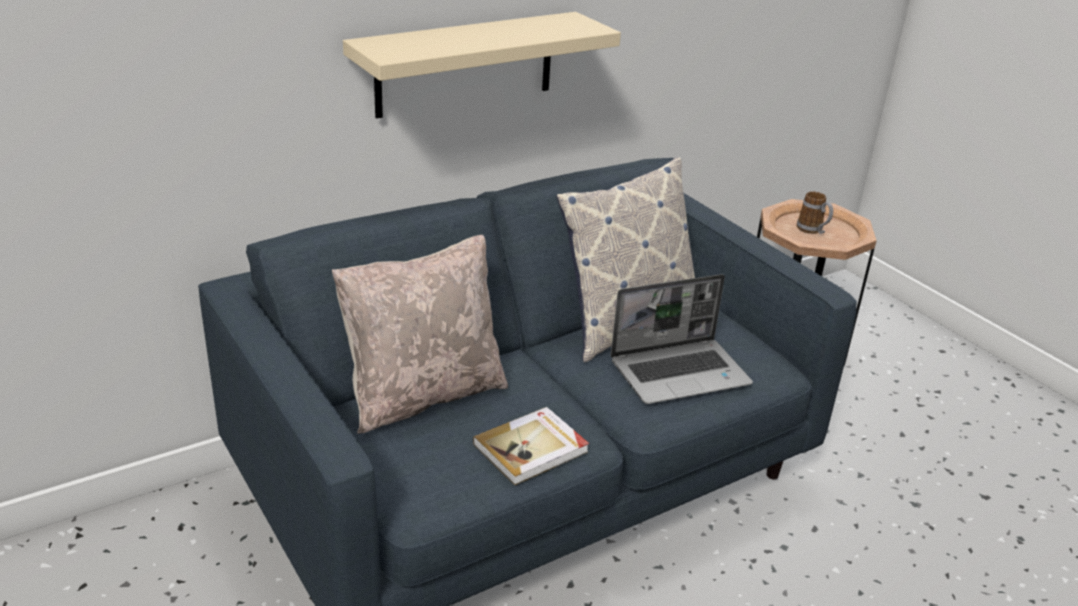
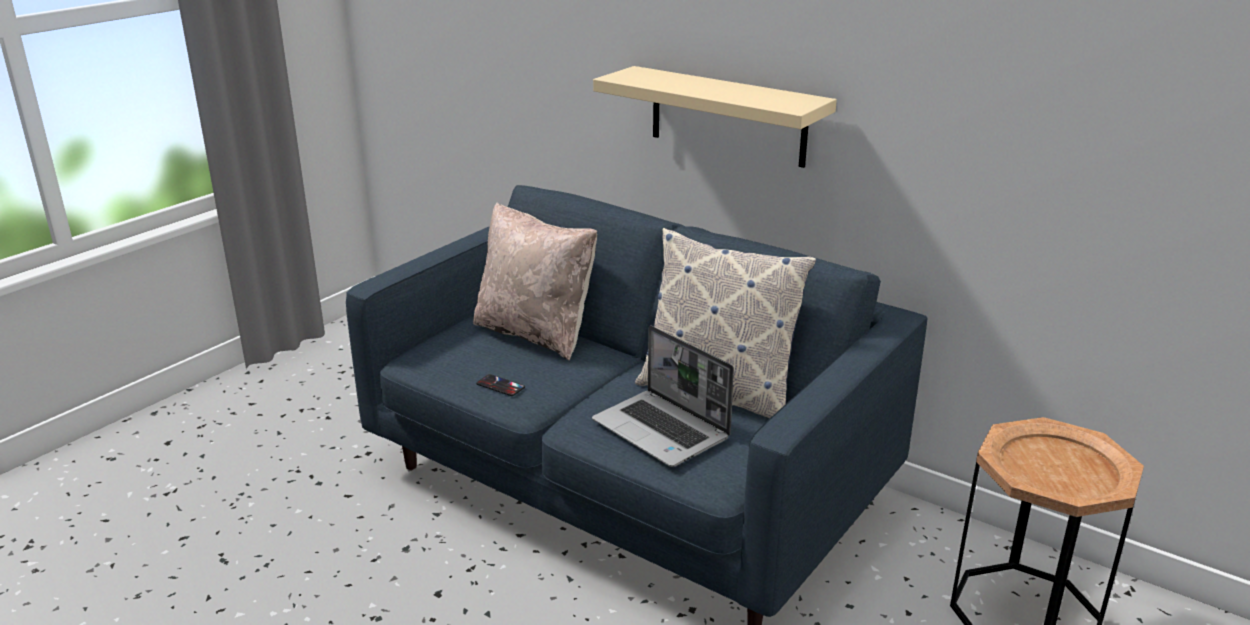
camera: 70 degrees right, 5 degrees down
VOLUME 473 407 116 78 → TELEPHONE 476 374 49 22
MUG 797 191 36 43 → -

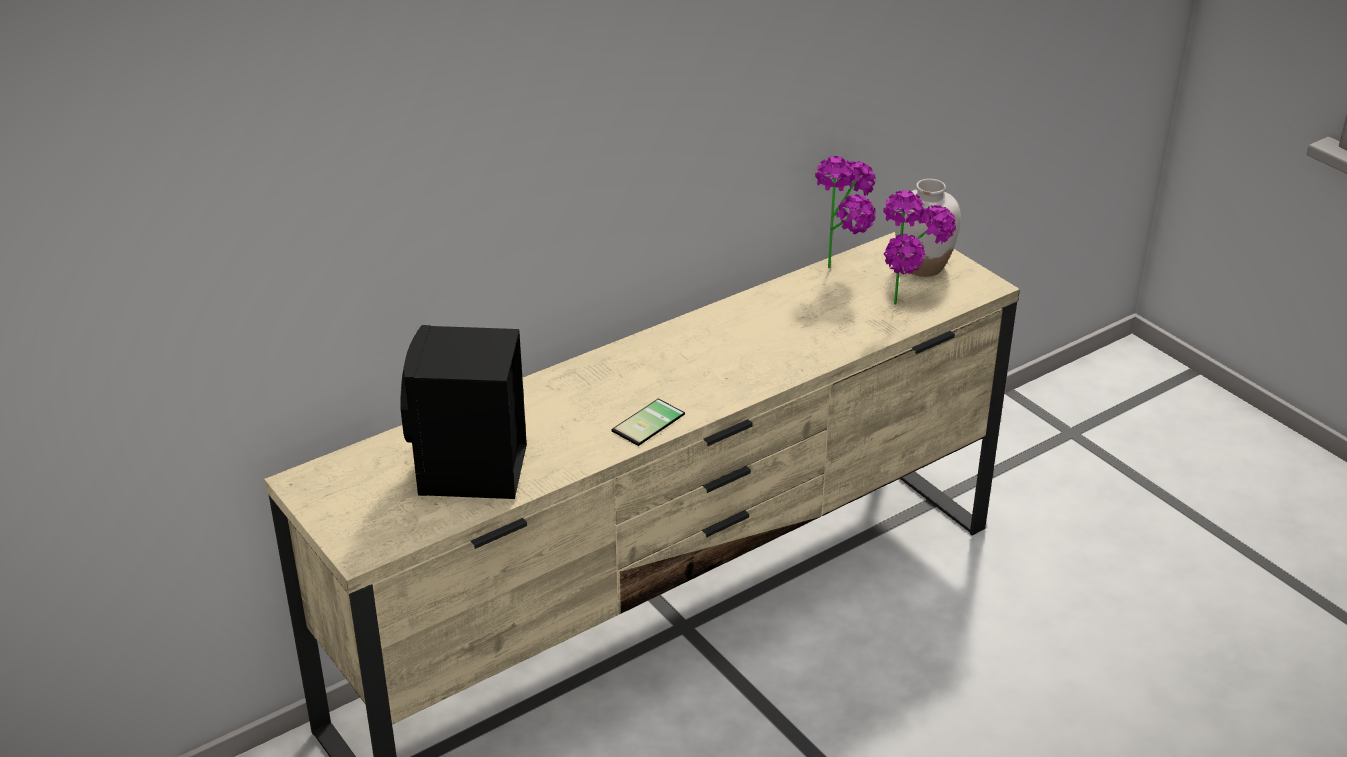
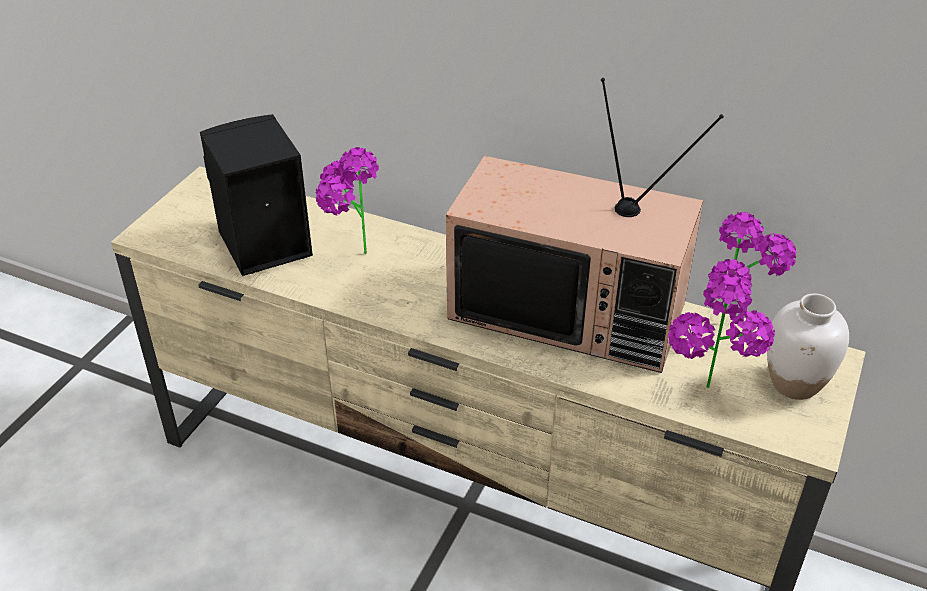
camera: 60 degrees right, 5 degrees up
TELEPHONE 611 398 74 48 → -
- → HOUSEPLANT 315 147 64 107
- → TV SET 446 78 278 295

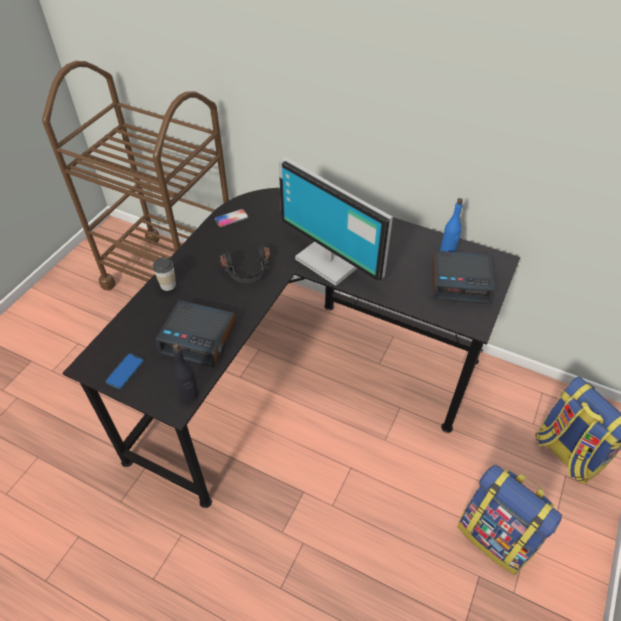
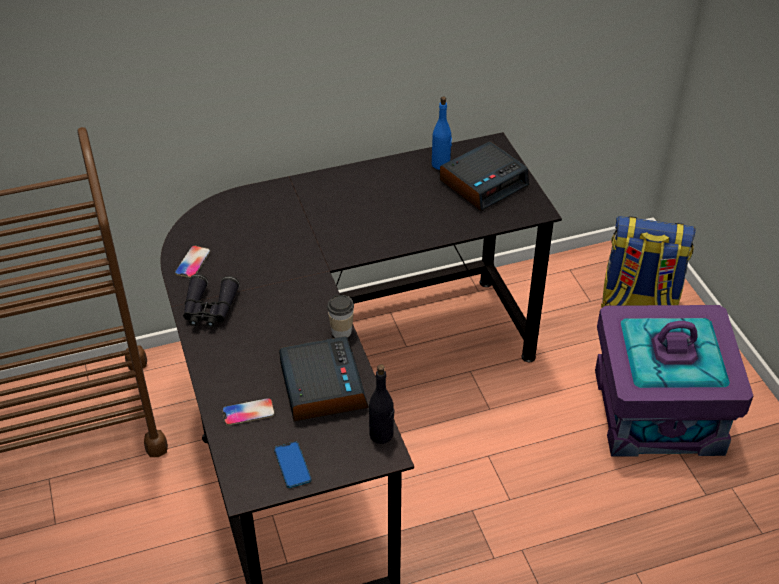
camera: 45 degrees left, 5 degrees down
CUP 153 257 23 34 → CUP 327 295 27 43, move
ALARM CLOCK 156 300 80 68 → ALARM CLOCK 279 336 90 86, 75 degrees counterclockwise
BLACK-COLOURED HEADPHONES 219 244 52 39 → -
MONITOR 278 157 115 129 → -
RUCKSACK 457 465 105 110 → PURPLE-COLOURED STORAGE BIN 595 305 158 152
- → BLACK-COLOURED PAIR OF BINOCULARS 183 274 57 53
- → TELEPHONE 222 398 53 27

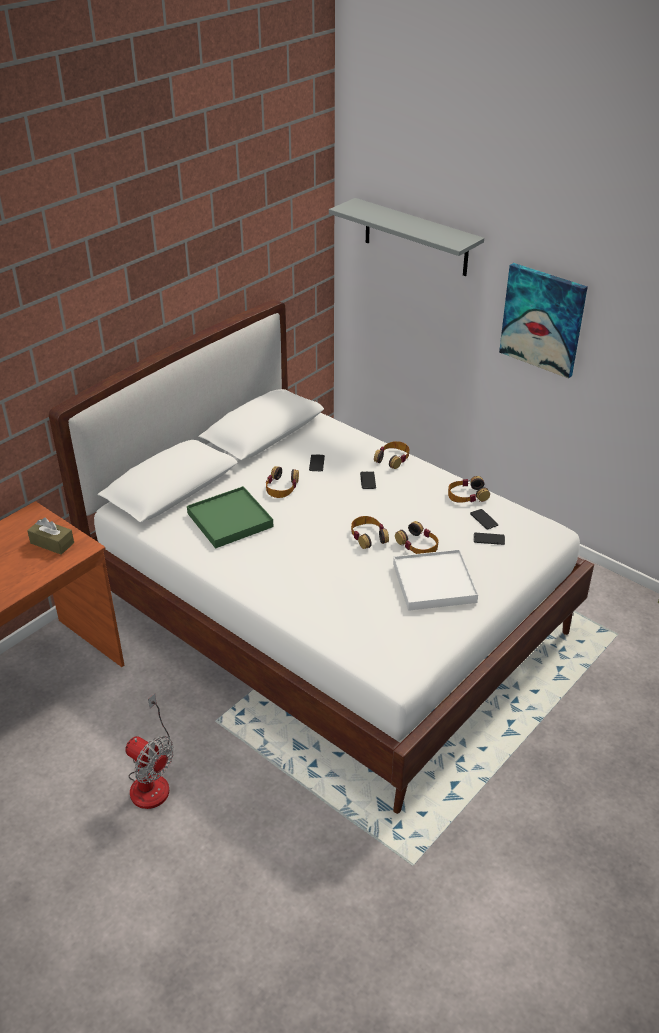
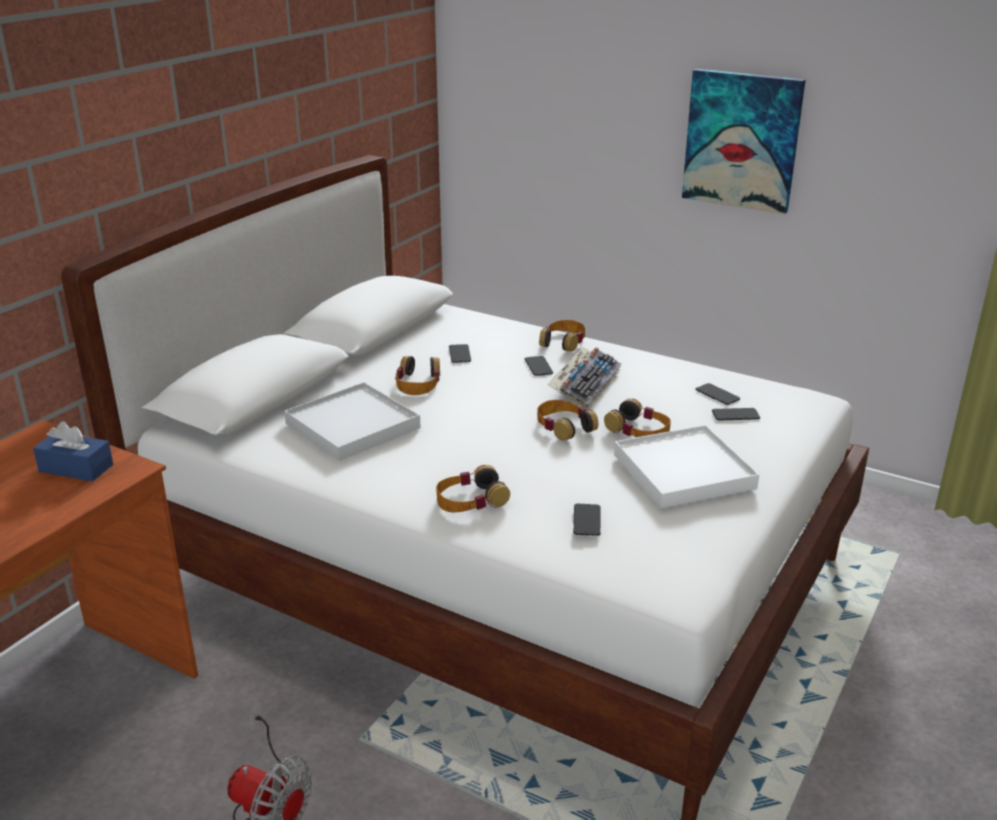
camera: 10 degrees left, 10 degrees down
BROWNISH BOX OF TISSUES 27 518 47 37 → BLUE-COLOURED BOX OF TISSUES 33 421 80 60
GREENISH TRAY 187 486 87 62 → WHITE TRAY 284 382 137 79
GRAY WALL SHELF 329 198 155 78 → -
HEADPHONES 448 476 42 27 → HEADPHONES 436 465 74 47, move
- → PC KEYBOARD 547 347 74 63
- → TELEPHONE 573 504 28 32

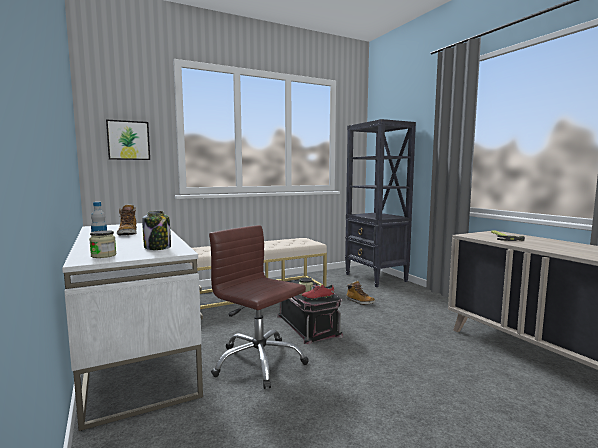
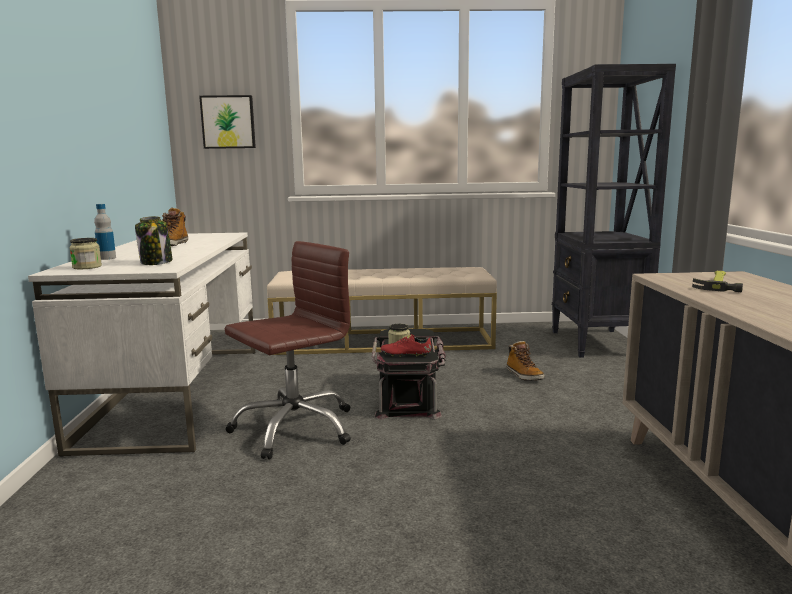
camera: 25 degrees right, 5 degrees up
BROWNISH COMPUTER CHAIR 209 225 100 164 → BROWNISH COMPUTER CHAIR 225 241 126 219, 75 degrees clockwise

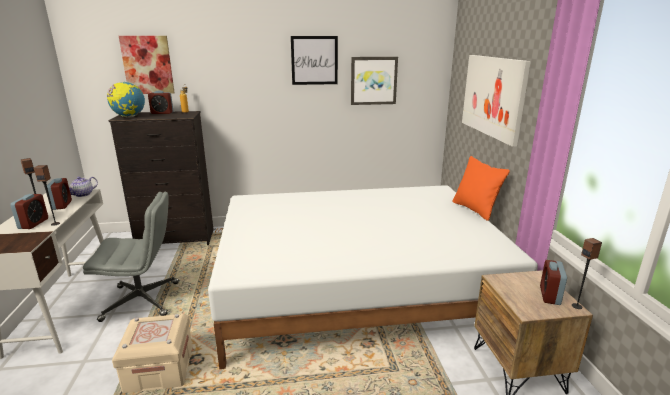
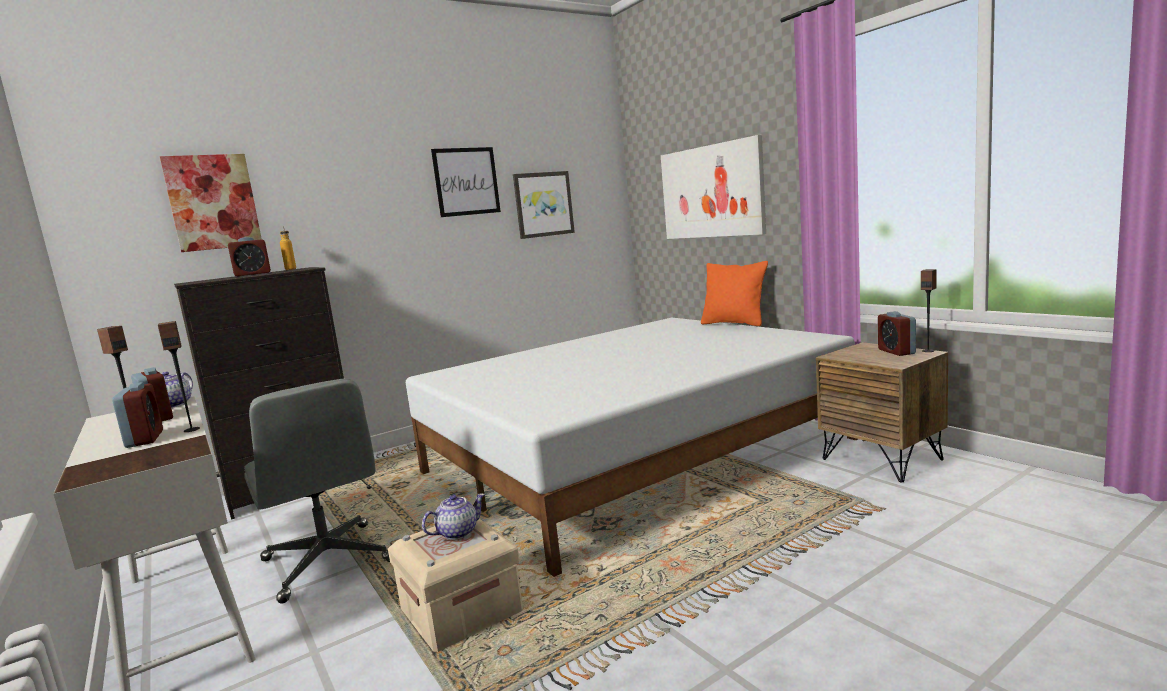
camera: 25 degrees left, 10 degrees down
GRAY COMPUTER CHAIR 83 192 96 130 → GRAY COMPUTER CHAIR 244 378 146 226, 90 degrees clockwise
GLOBE 107 82 38 36 → -
- → POT FOR TEA 422 493 63 47

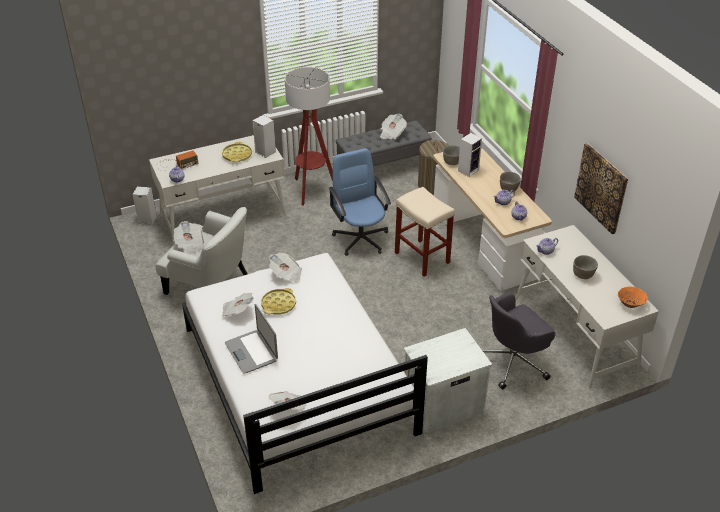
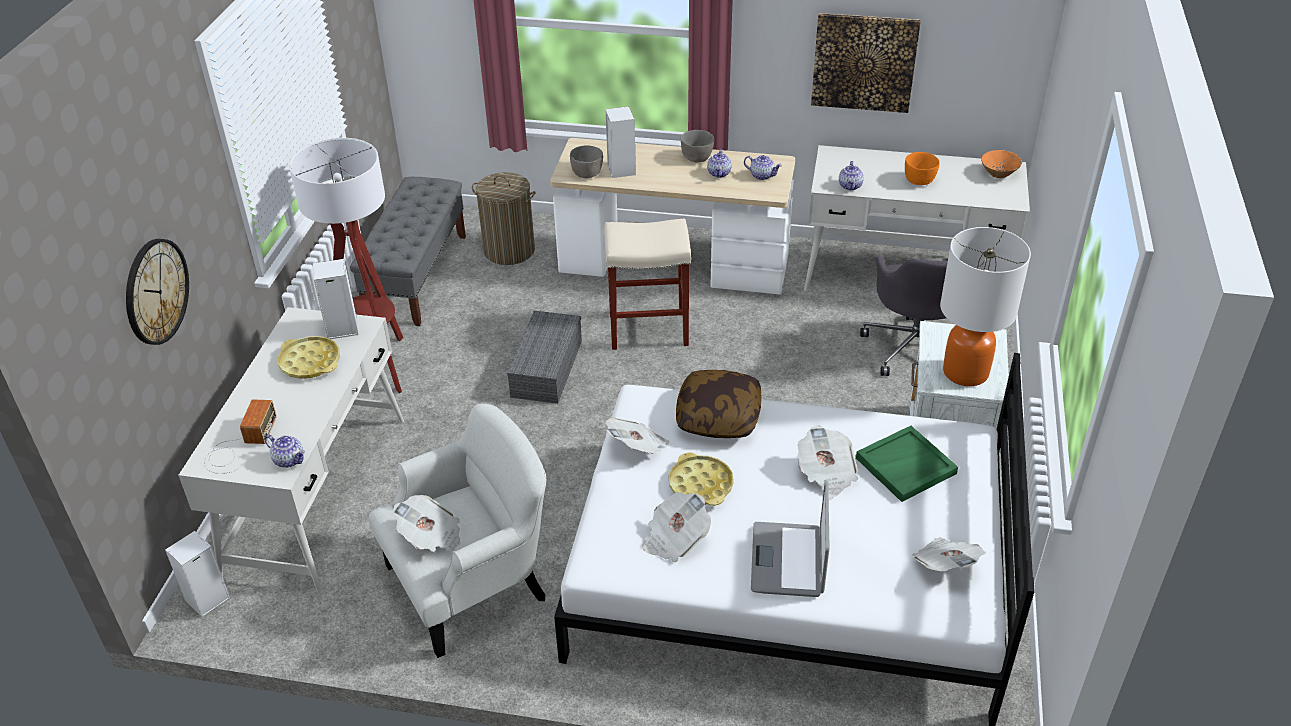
camera: 55 degrees left, 0 degrees up
LAPTOP 225 304 53 70 → LAPTOP 751 480 79 117, 90 degrees clockwise
BLUE-COLOURED COMPUTER CHAIR 329 148 62 108 → GRAY STORAGE BIN 507 311 75 93
PRINTED PAPER 380 114 27 26 → PRINTED PAPER 797 426 61 72, move
GRAY BOWL 573 255 25 24 → ORANGE-COLOURED BOWL 905 152 35 33
- → CLOCK ON THE WALL 126 239 63 106
- → CUSHION 676 370 86 68
- → GREENISH TRAY 856 426 102 76
- → LAMP FOR A TABLE 940 227 91 159

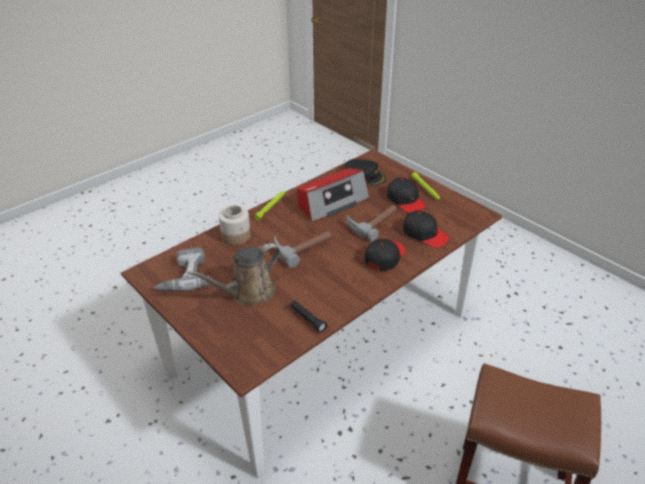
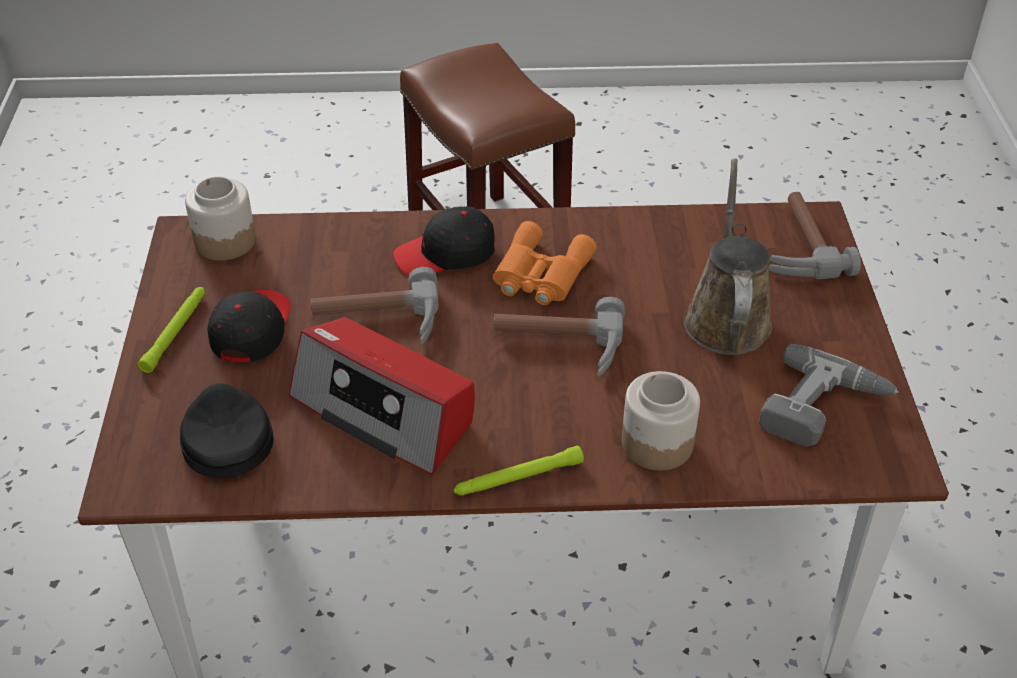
camera: 140 degrees left, 5 degrees up
BROWNISH WATERING POT 188 243 92 62 → BROWNISH WATERING POT 683 159 89 196, 90 degrees counterclockwise
BLACK-COLOURED HAND TORCH 290 301 37 32 → -
RADIO 297 168 73 54 → RADIO 289 317 186 158, 150 degrees counterclockwise
BLACK-COLOURED PEAKED CAP 403 210 47 38 → -
- → PRESERVE JAR 185 176 71 85
- → ORANGE-COLOURED PAIR OF BINOCULARS 493 221 103 84
- → TOOL HAMMER 769 192 92 87

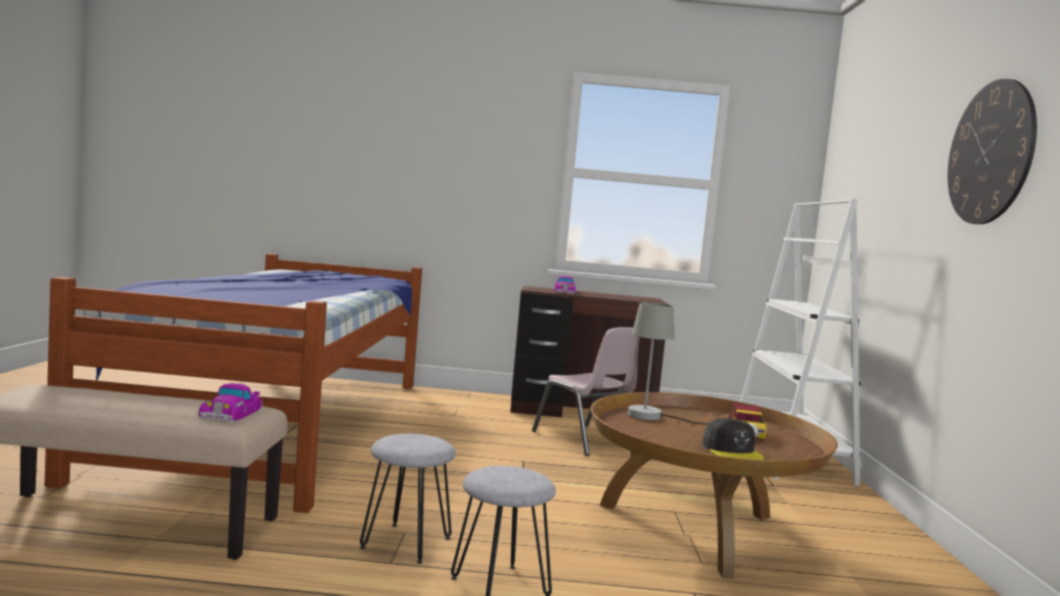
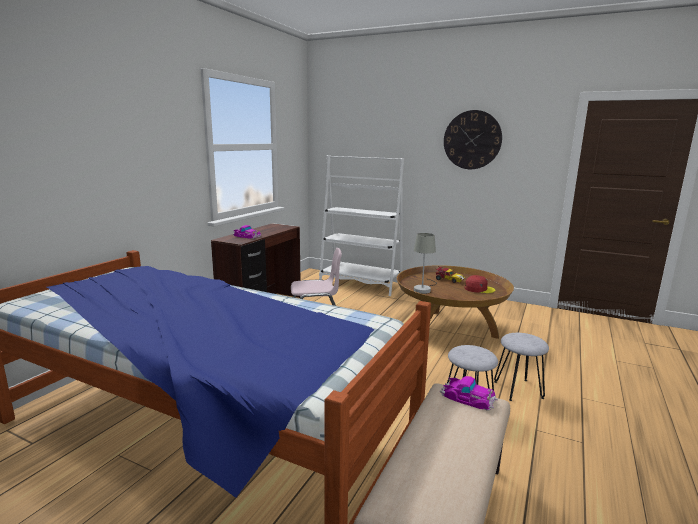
camera: 65 degrees left, 10 degrees up
GRAY PEAKED CAP 702 418 62 42 → RED PEAKED CAP 465 275 30 18

